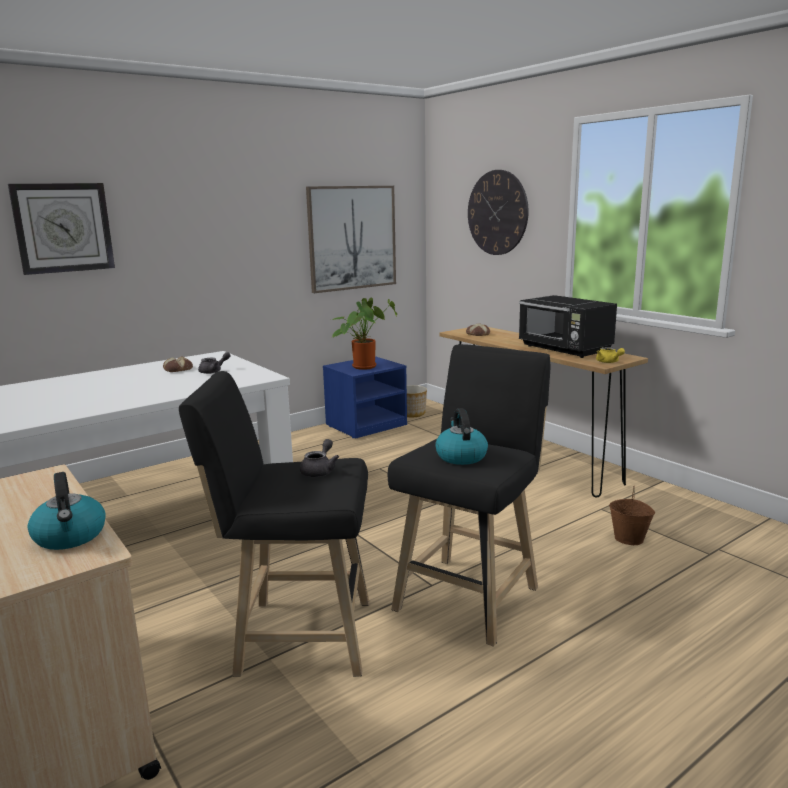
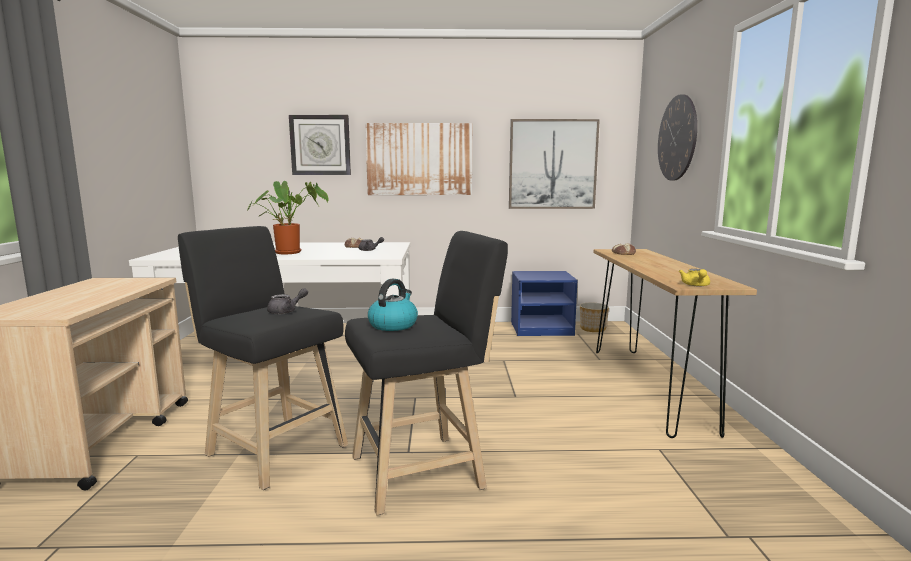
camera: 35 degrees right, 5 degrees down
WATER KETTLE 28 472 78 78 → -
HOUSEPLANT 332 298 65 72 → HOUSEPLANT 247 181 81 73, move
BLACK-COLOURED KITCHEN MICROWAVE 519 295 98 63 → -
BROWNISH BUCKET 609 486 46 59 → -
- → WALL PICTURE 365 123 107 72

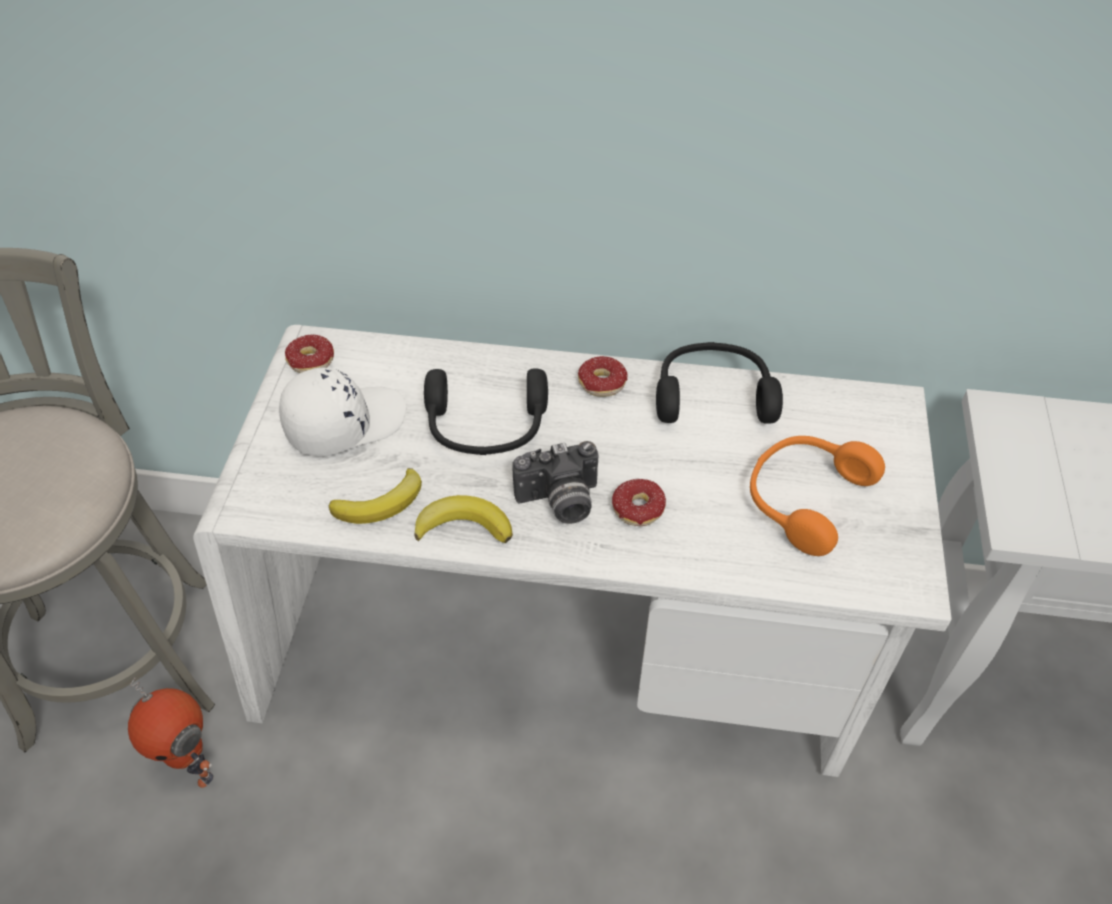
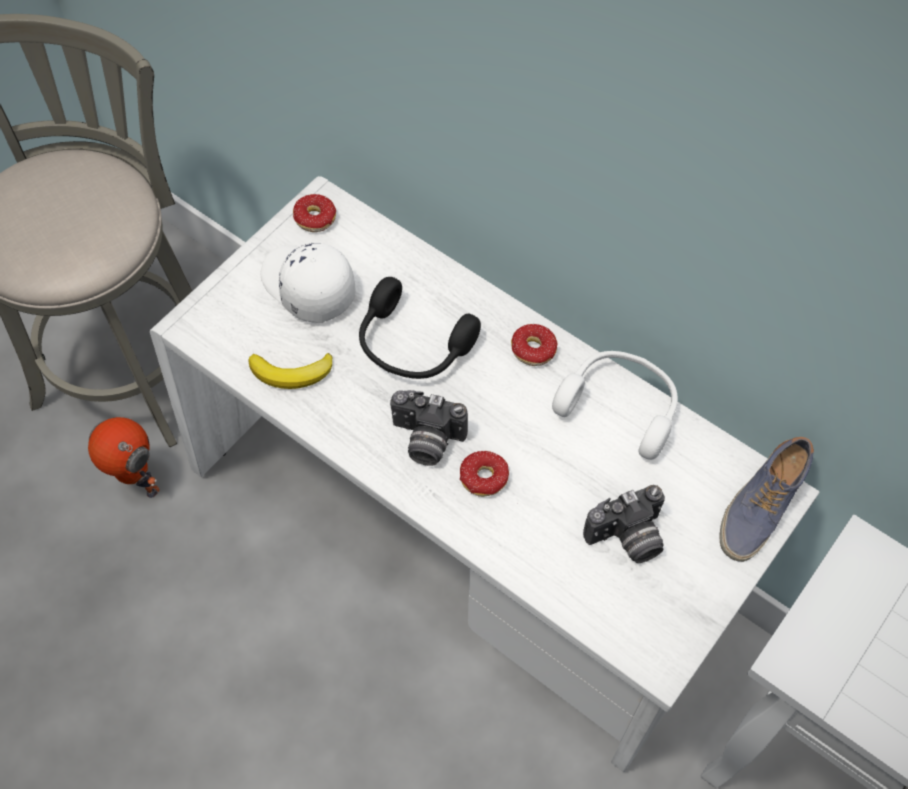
camera: 30 degrees right, 10 degrees up
TOY ROBOT 128 677 85 111 → TOY ROBOT 88 417 71 81, 150 degrees clockwise
WHITE PEAKED CAP 279 368 128 88 → WHITE PEAKED CAP 261 242 94 81, 135 degrees counterclockwise
BANANA FRUIT 414 495 99 48 → -
BLACK-COLOURED HEADPHONES 656 342 127 82 → WHITE HEADPHONES 552 351 126 109
ORANGE-COLOURED HEADPHONES 750 436 135 120 → STILL CAMERA 583 485 82 78
- → ITEM OF FOOTWEAR 719 437 95 125

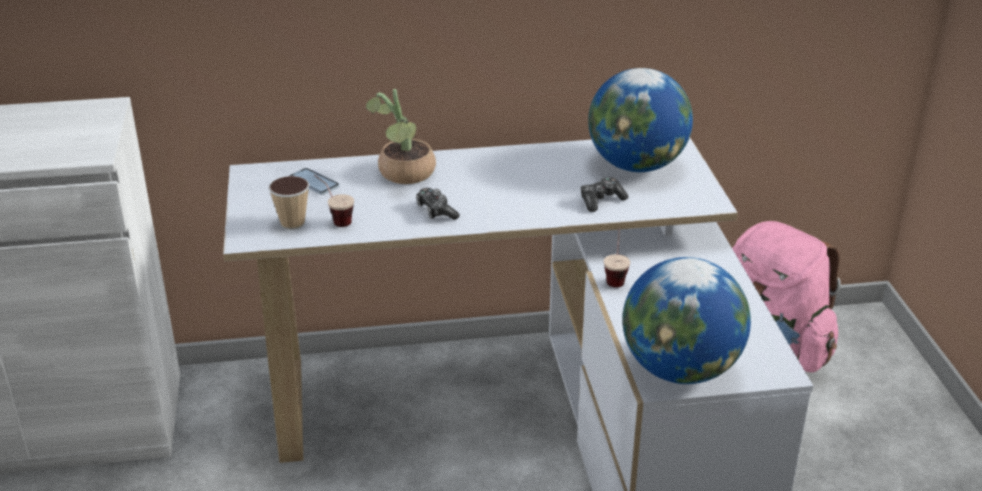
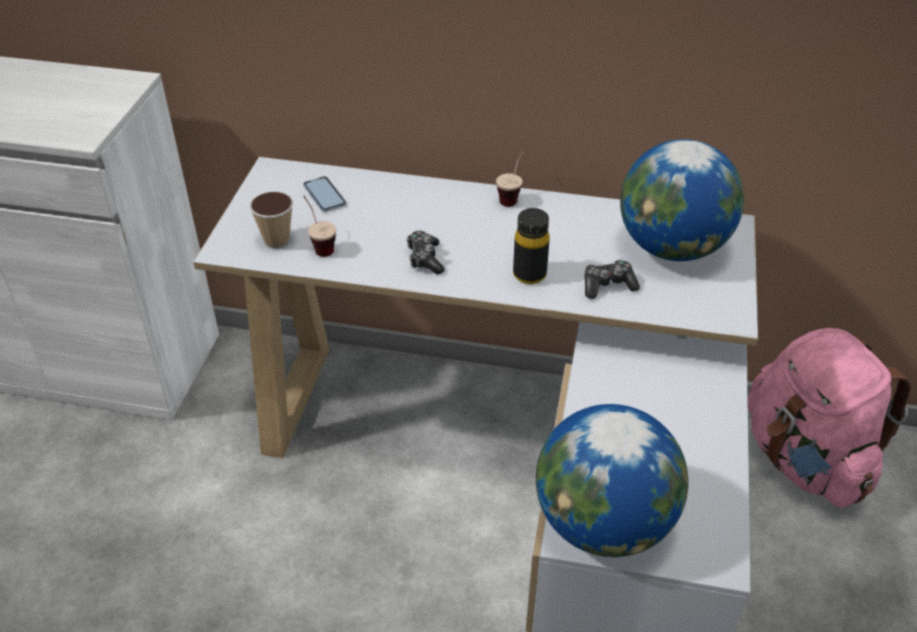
camera: 20 degrees right, 10 degrees up
HOUSEPLANT 366 89 70 95 → -
CUP 604 227 26 61 → CUP 496 148 29 59, move
- → BLACK-COLOURED BEVERAGE BOTTLE 513 208 37 76

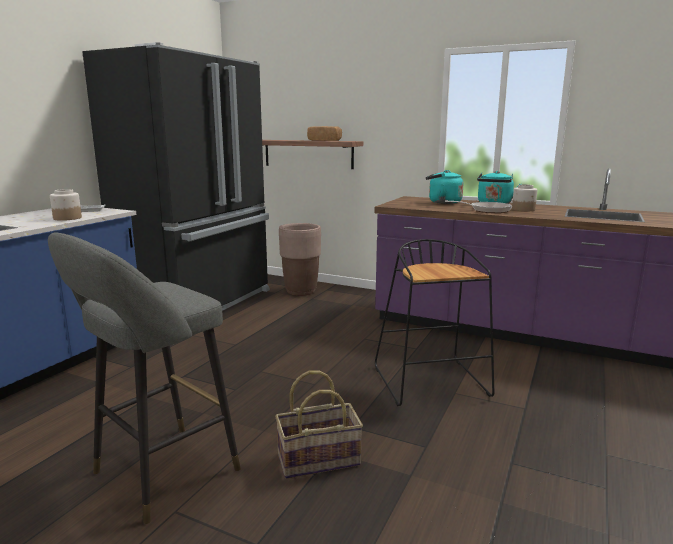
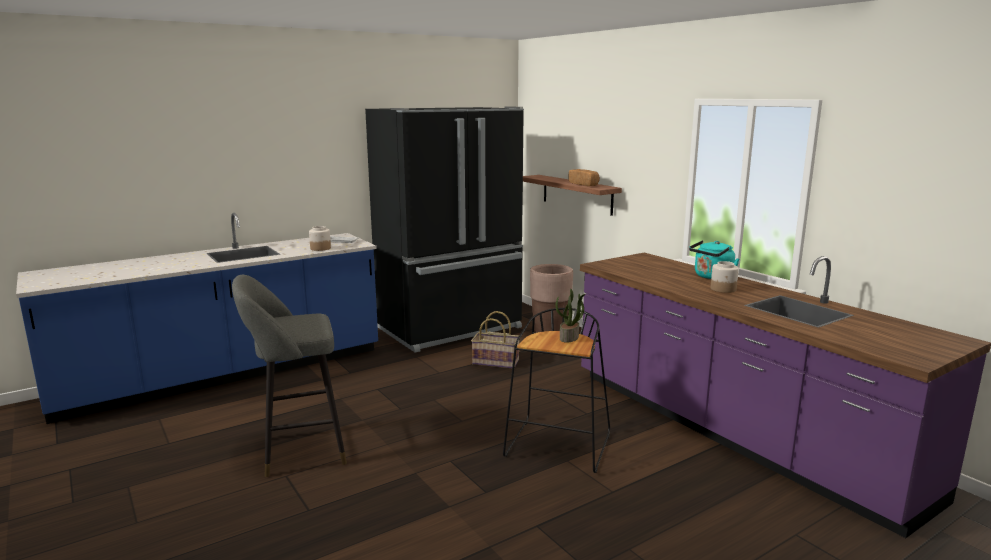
camera: 30 degrees right, 0 degrees up
BASKET 275 371 88 108 → BASKET 471 311 48 57, move
TURQUOISE WATER KETTLE 426 170 37 34 → -
SKILLET 445 200 67 13 → -
- → HOUSEPLANT 555 289 30 54

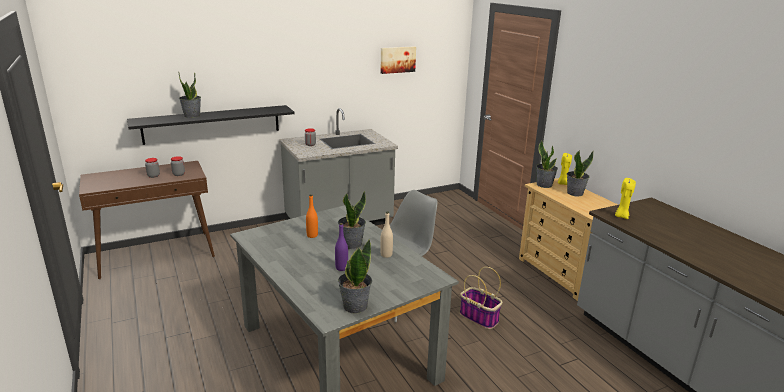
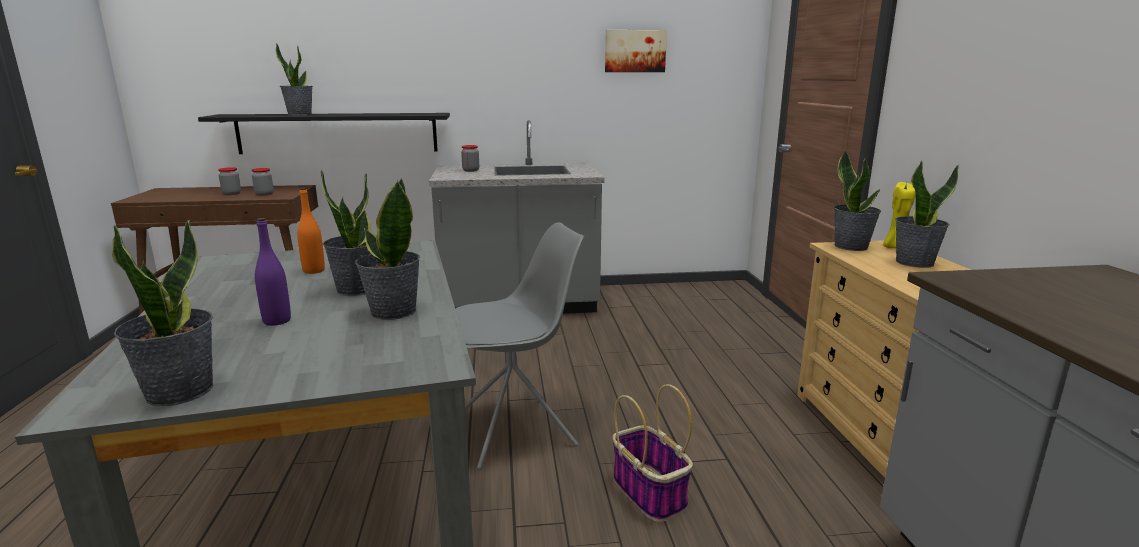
camera: 20 degrees right, 5 degrees down
BEIGE BEVERAGE BOTTLE 380 212 13 46 → HOUSEPLANT 355 178 65 142
YELLOW WAX CANDLE 615 178 21 41 → -

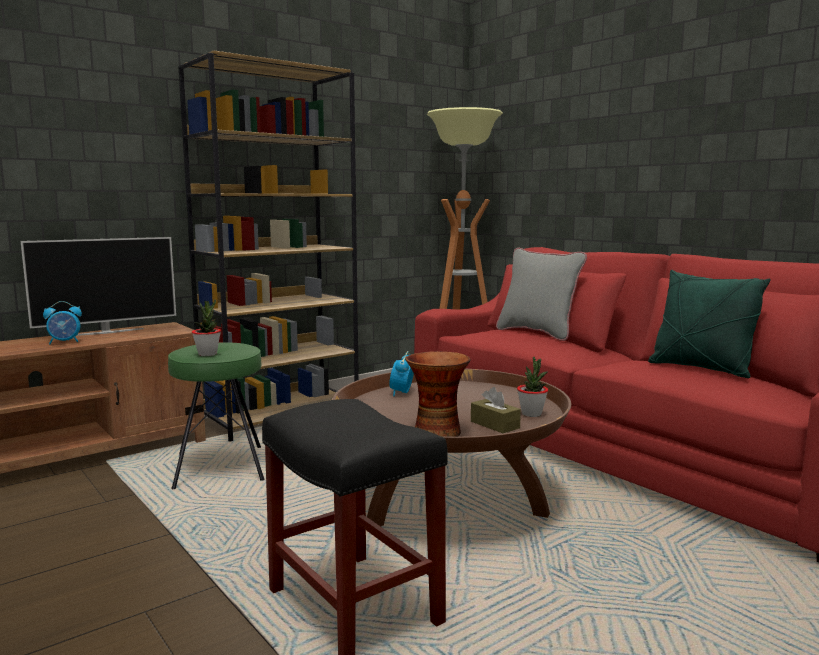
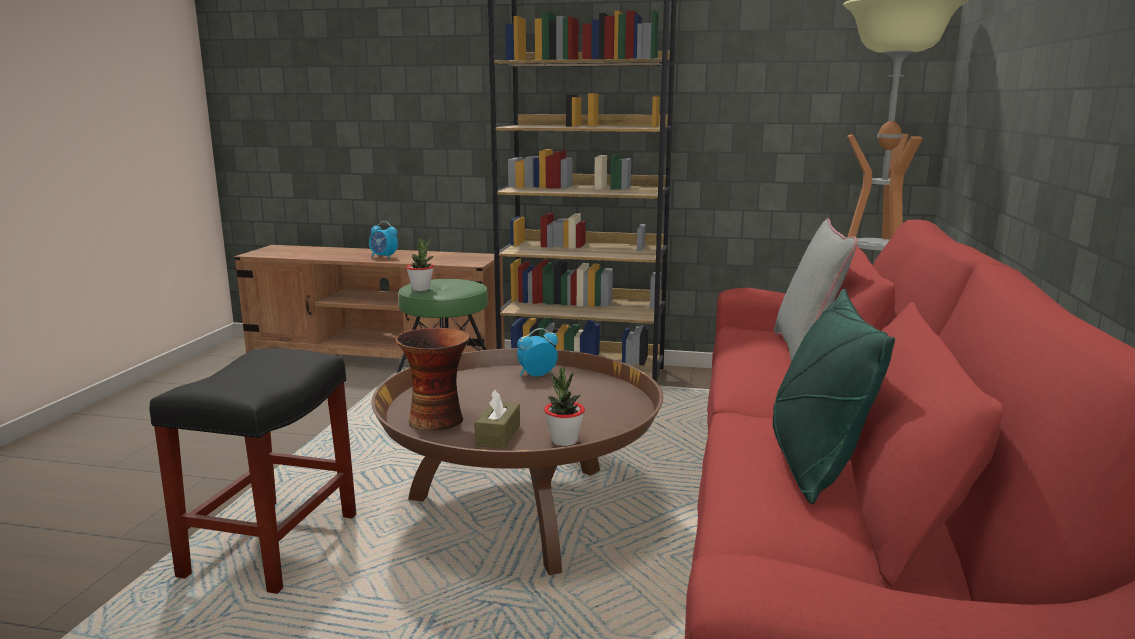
camera: 50 degrees right, 5 degrees up
TV SET 21 237 155 99 → -

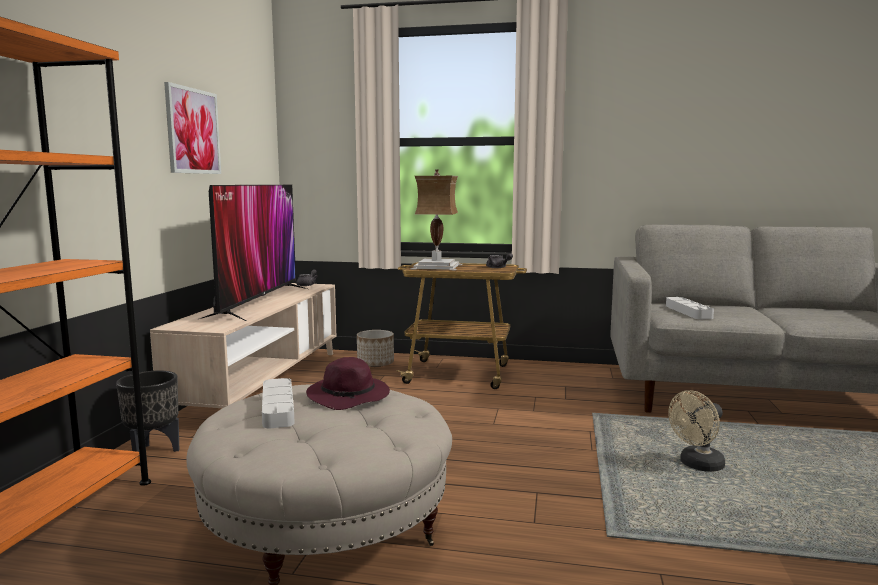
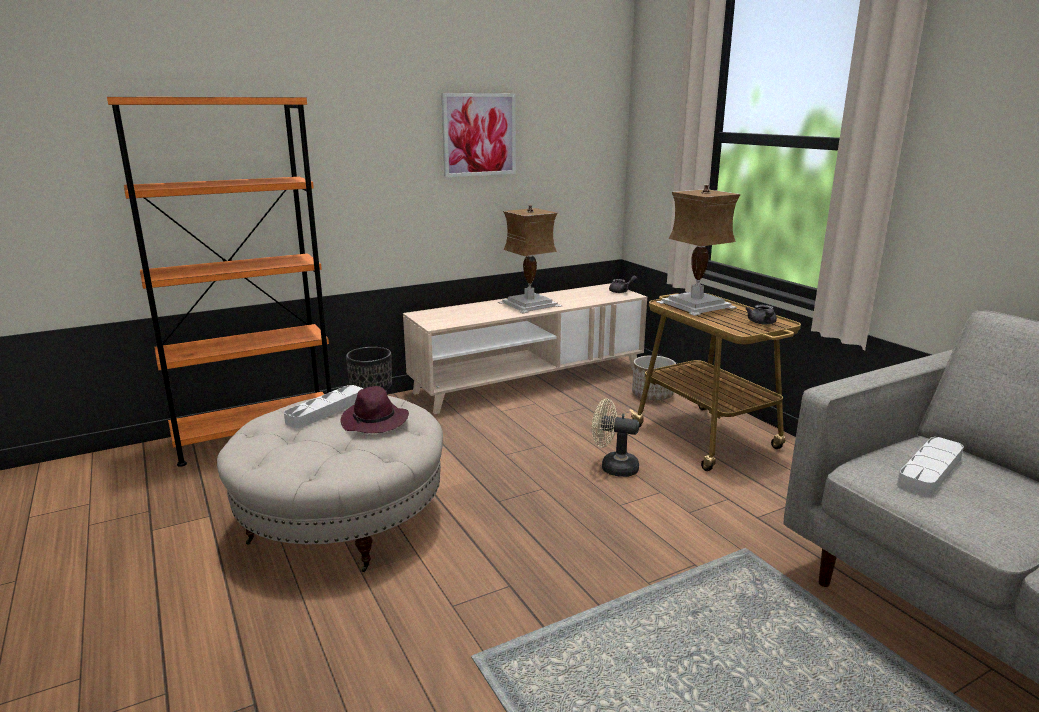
camera: 50 degrees right, 10 degrees up
TV SET 197 185 110 136 → LAMP FOR A TABLE 498 205 64 108
BEIGE COOLING FAN 668 390 57 82 → BEIGE COOLING FAN 592 399 47 78, move

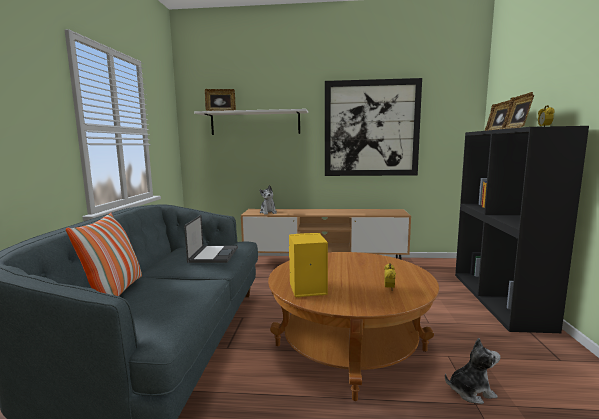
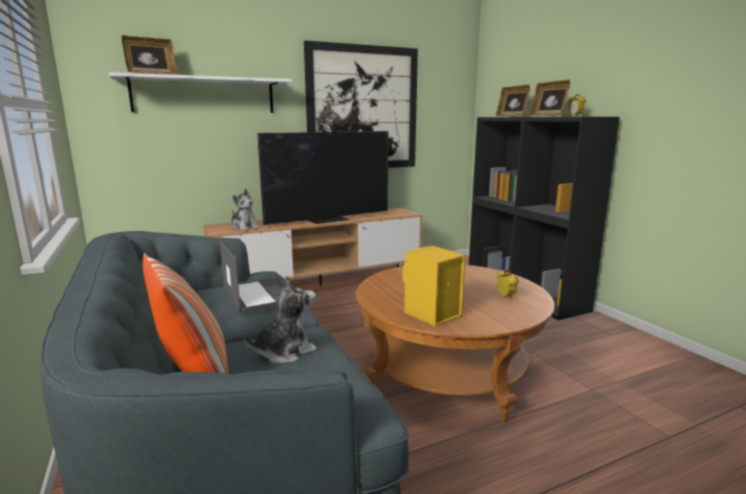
camera: 30 degrees left, 5 degrees up
SOFT TOY 445 338 55 66 → SOFT TOY 244 276 73 88, move
- → TV SET 258 131 131 94

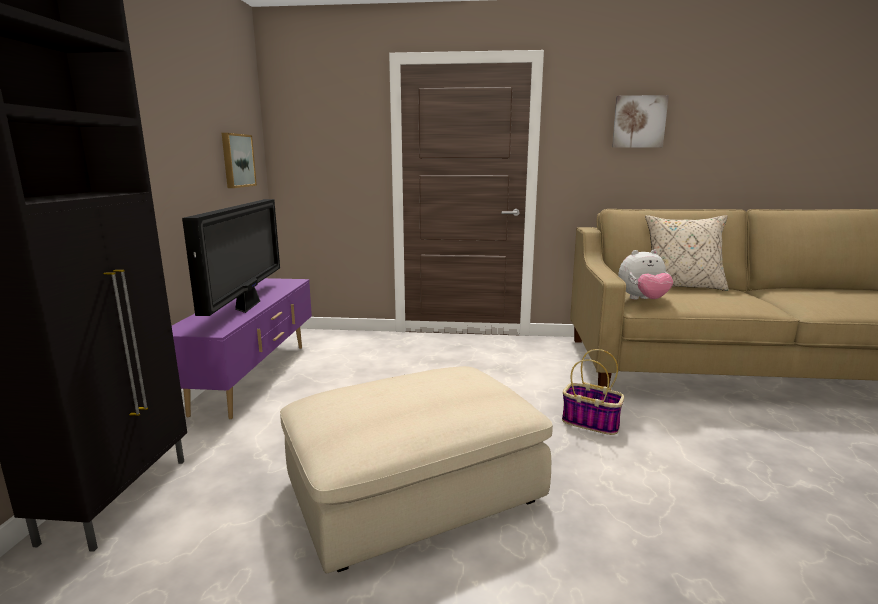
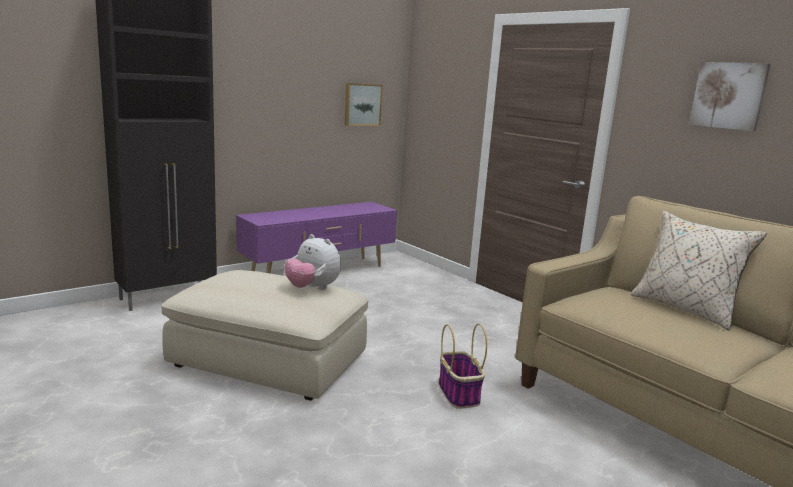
camera: 45 degrees right, 0 degrees up
TV SET 182 199 98 117 → -
SOFT TOY 618 249 55 50 → SOFT TOY 284 234 57 56, move

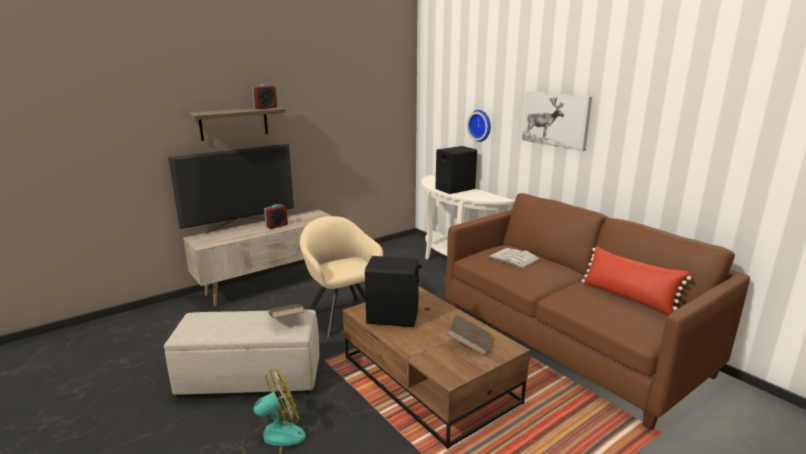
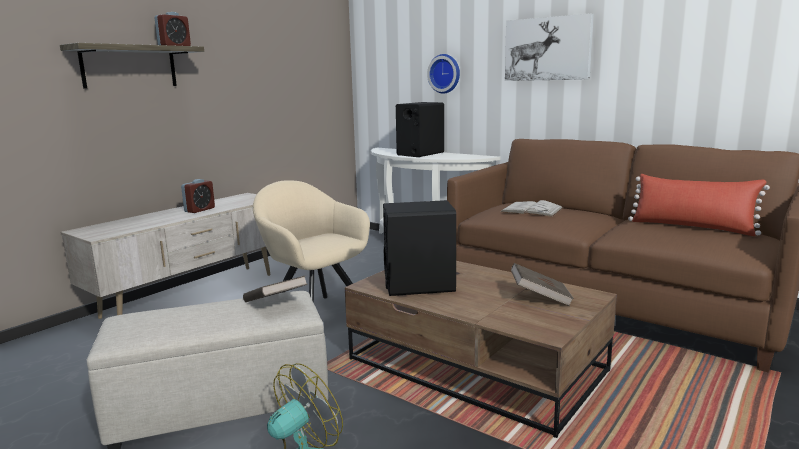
camera: 15 degrees left, 5 degrees down
TV SET 168 144 126 89 → -

